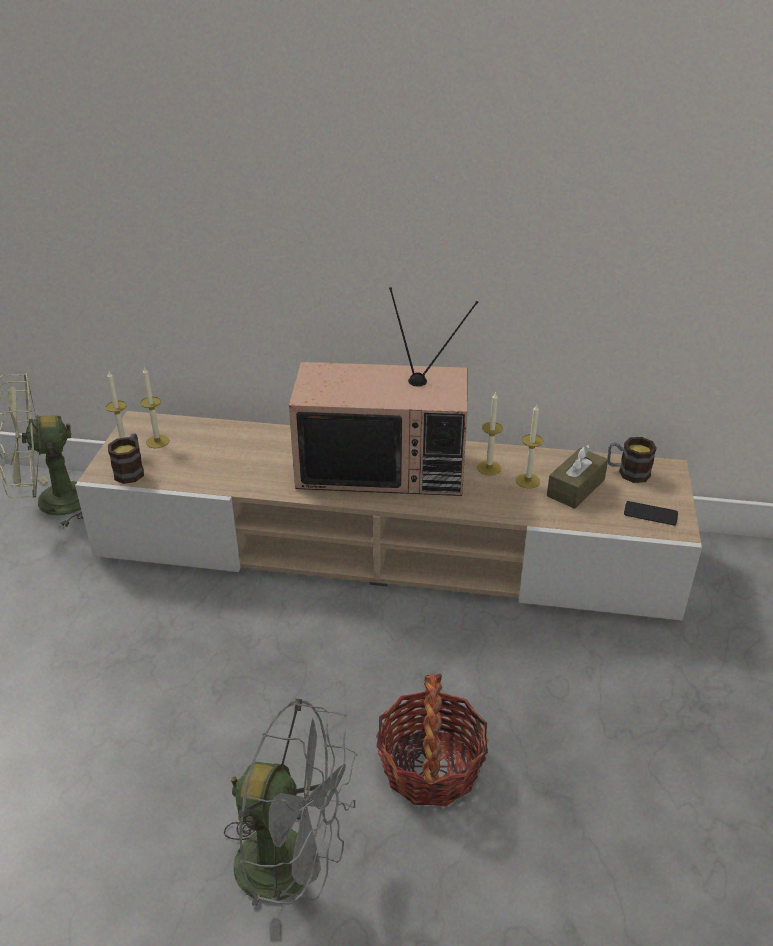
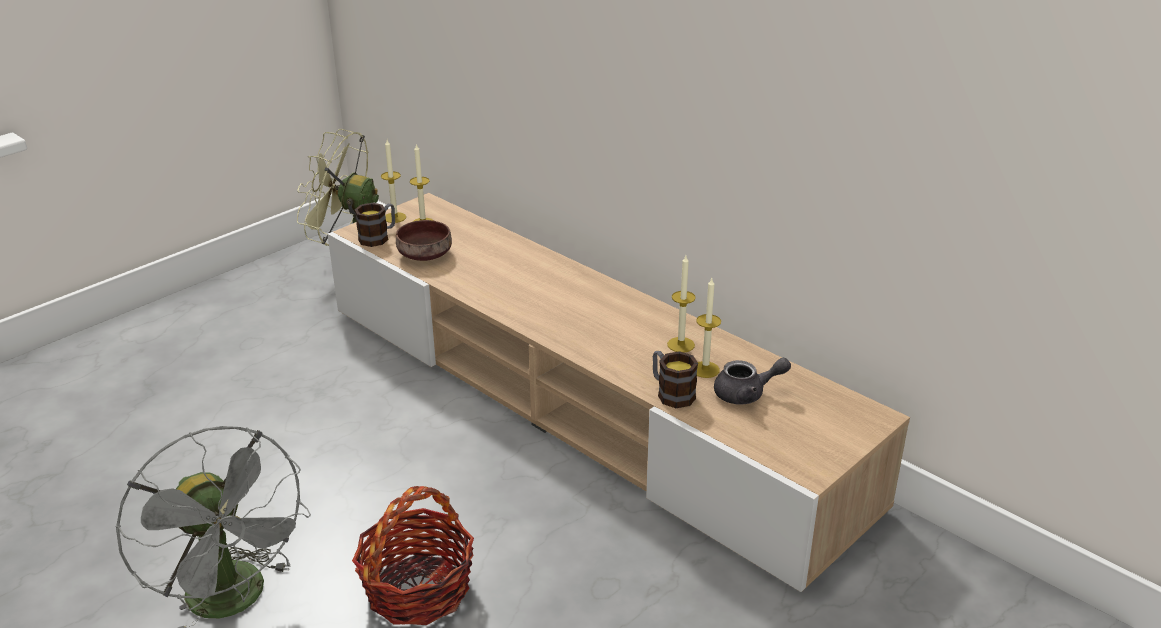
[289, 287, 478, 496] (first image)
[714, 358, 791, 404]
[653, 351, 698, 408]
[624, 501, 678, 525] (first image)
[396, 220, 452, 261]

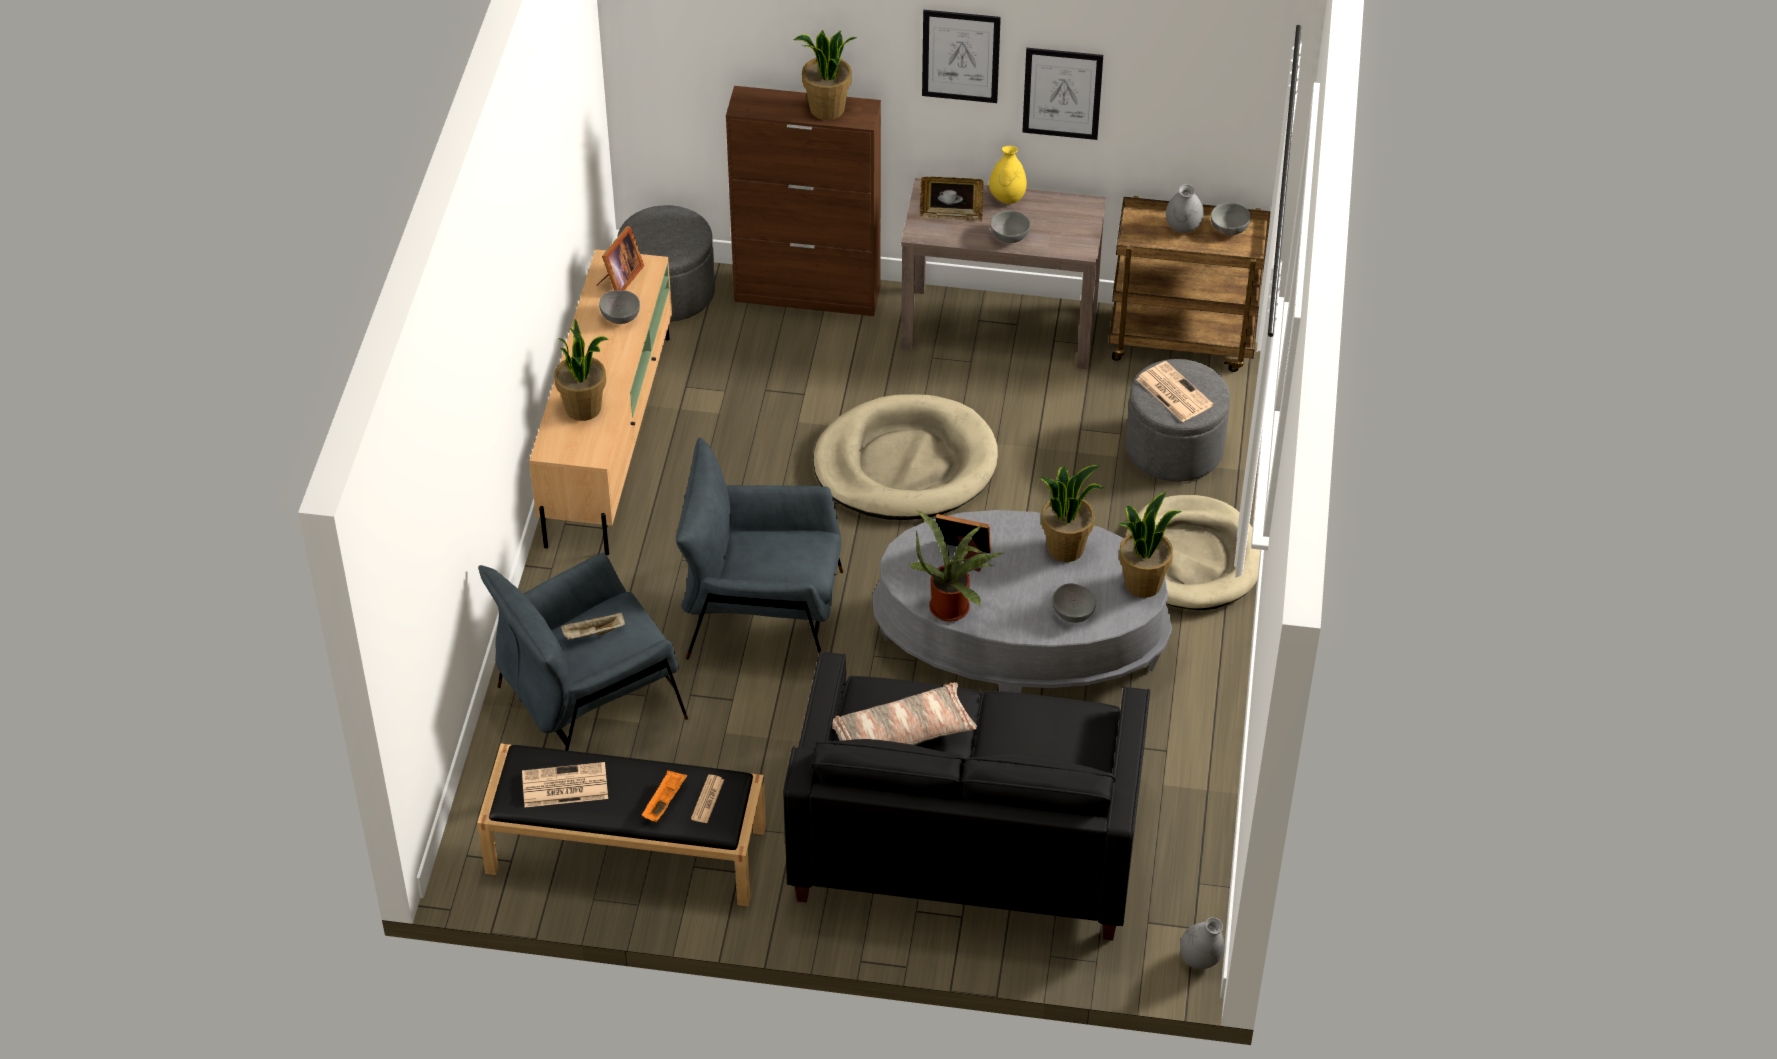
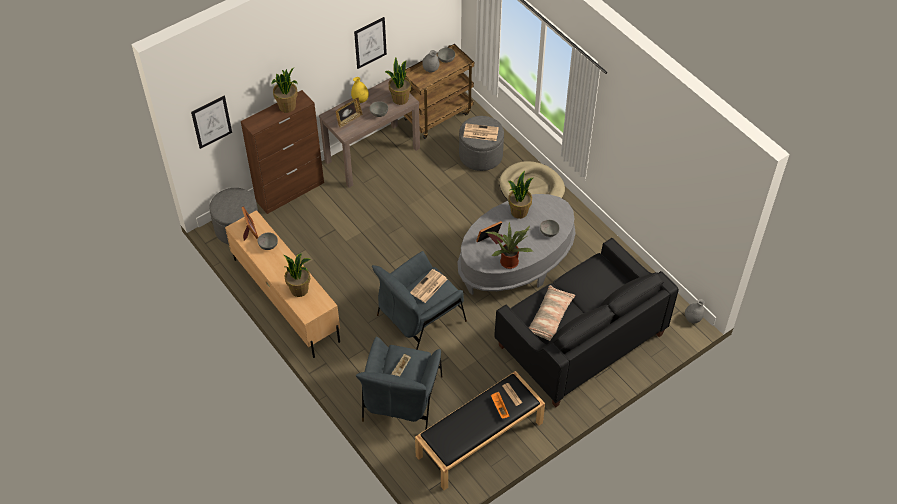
[410, 269, 447, 303]
[813, 394, 998, 520] (first image)
[191, 96, 232, 149]
[385, 58, 411, 105]

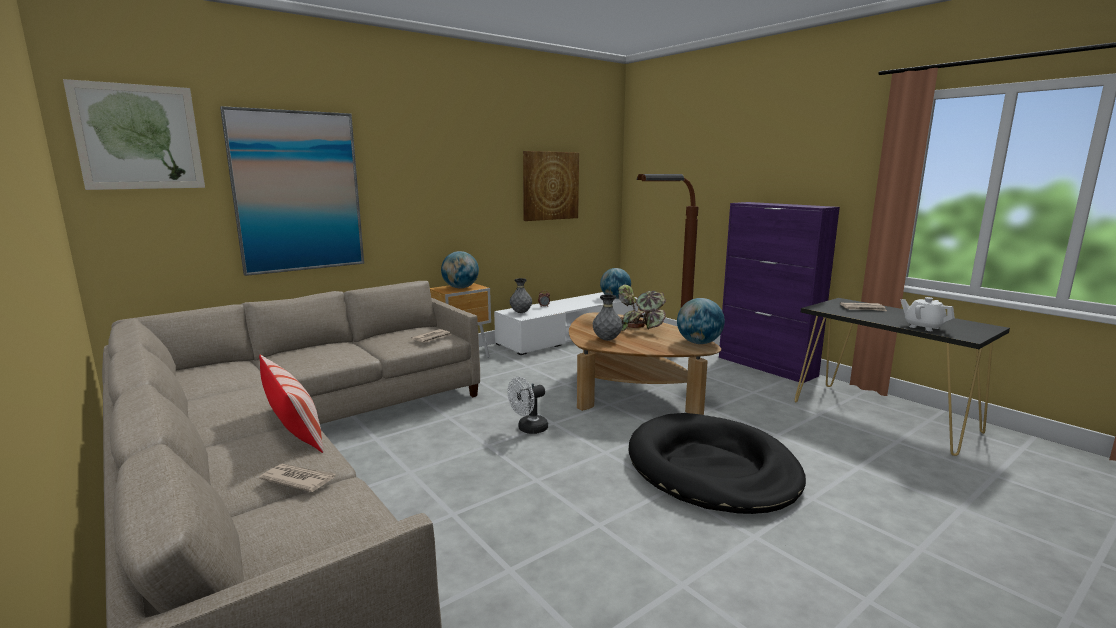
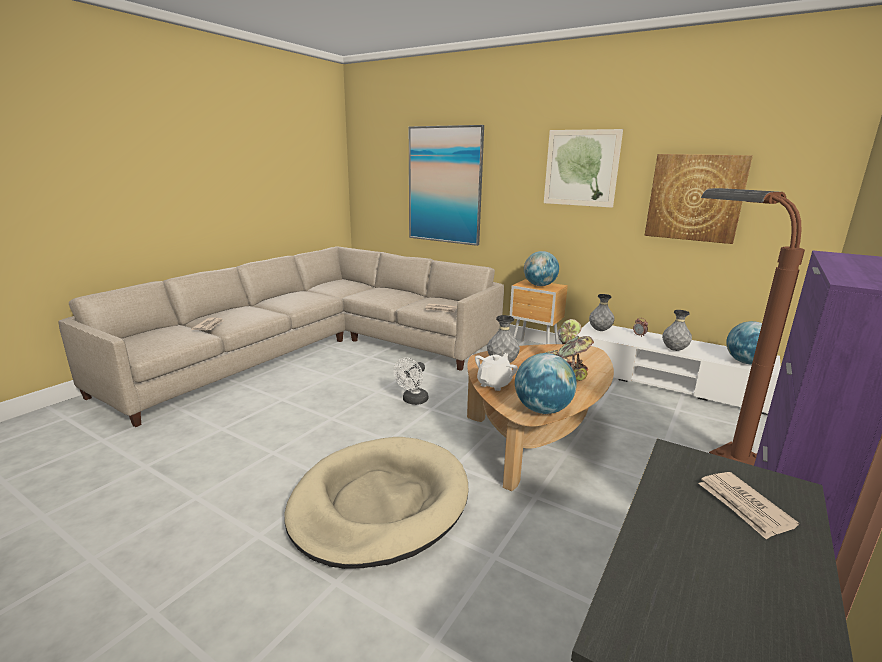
[544, 129, 623, 208]
[259, 355, 324, 453] (first image)
[394, 357, 428, 405]
[284, 437, 468, 569]
[475, 353, 518, 391]
[662, 310, 692, 351]

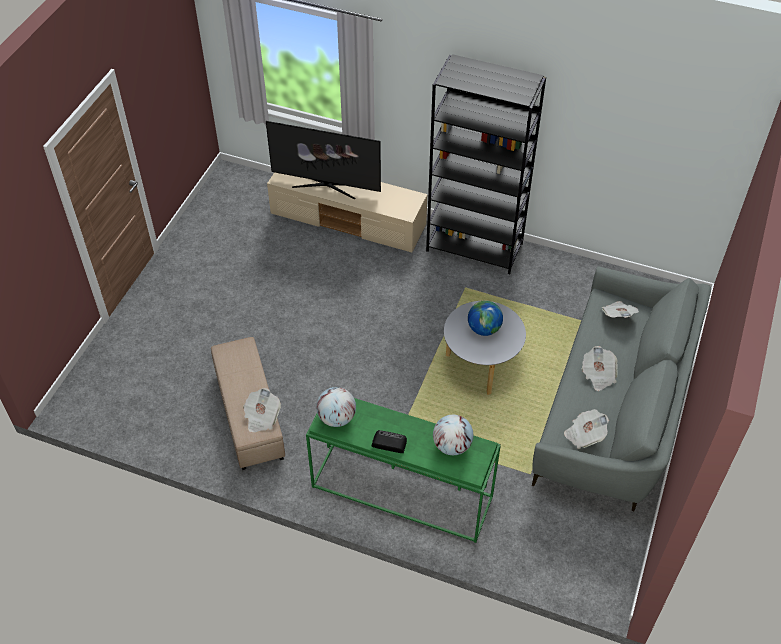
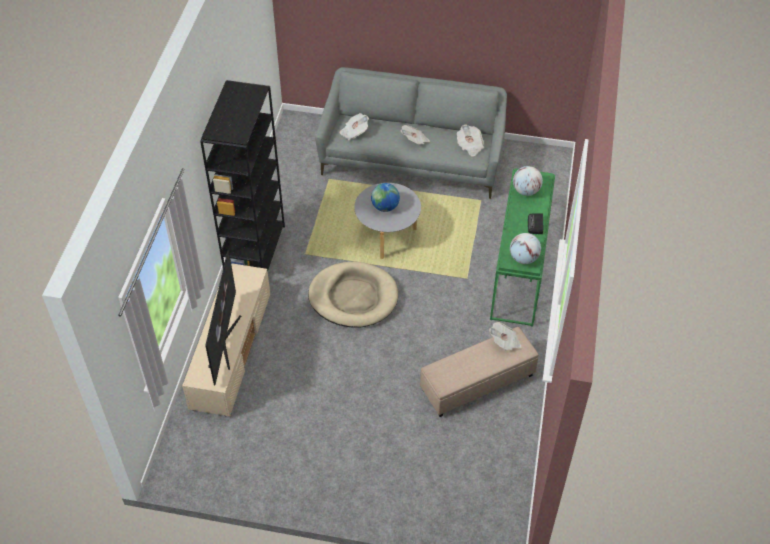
[308, 262, 398, 328]

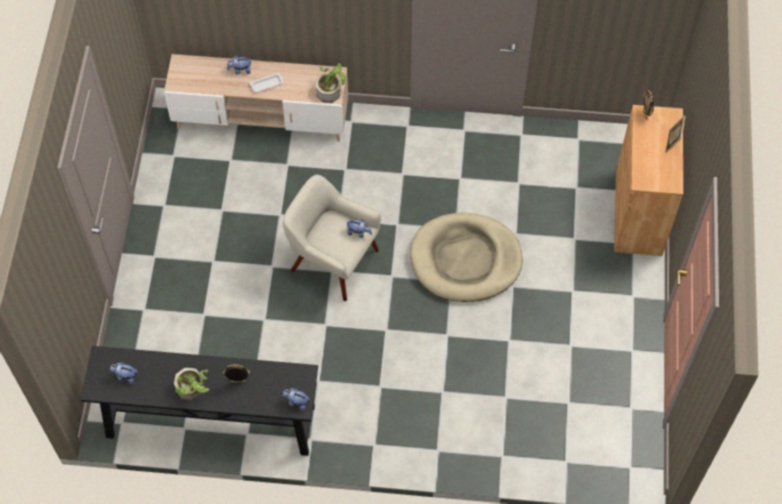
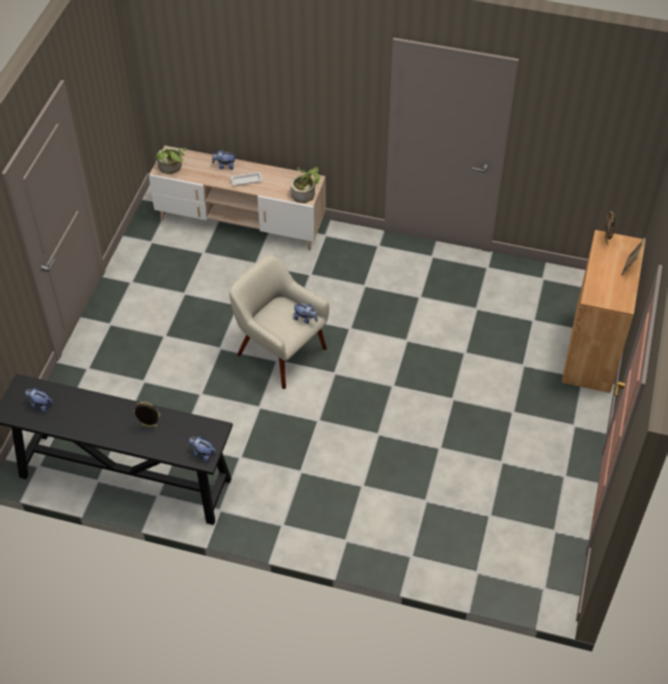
[156, 147, 186, 174]
[410, 213, 523, 302] (first image)

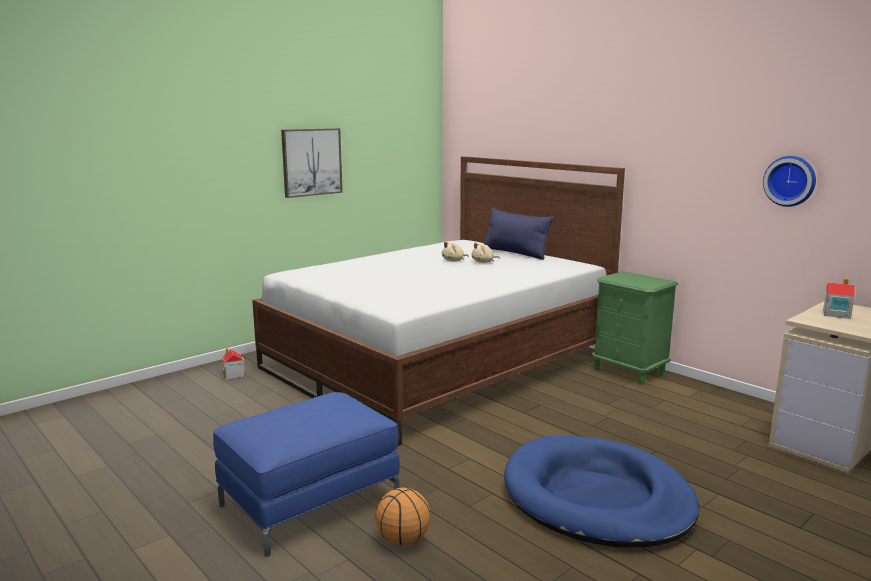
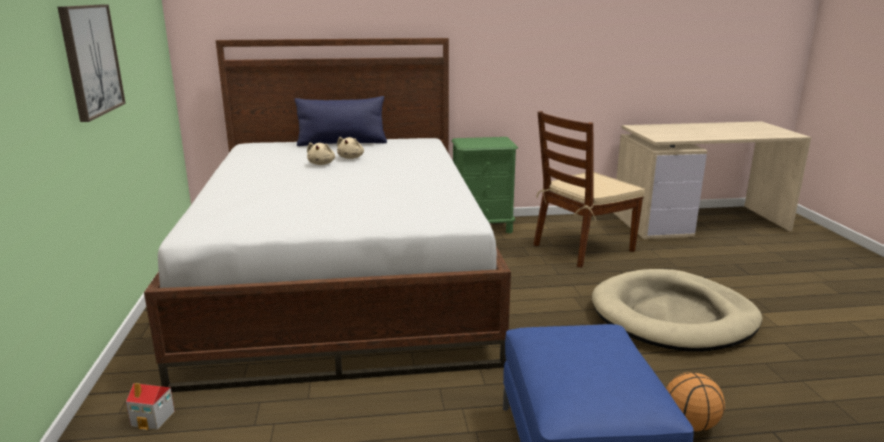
[592, 269, 762, 352]
[763, 156, 816, 207] (first image)
[823, 278, 855, 319] (first image)
[533, 111, 645, 268]

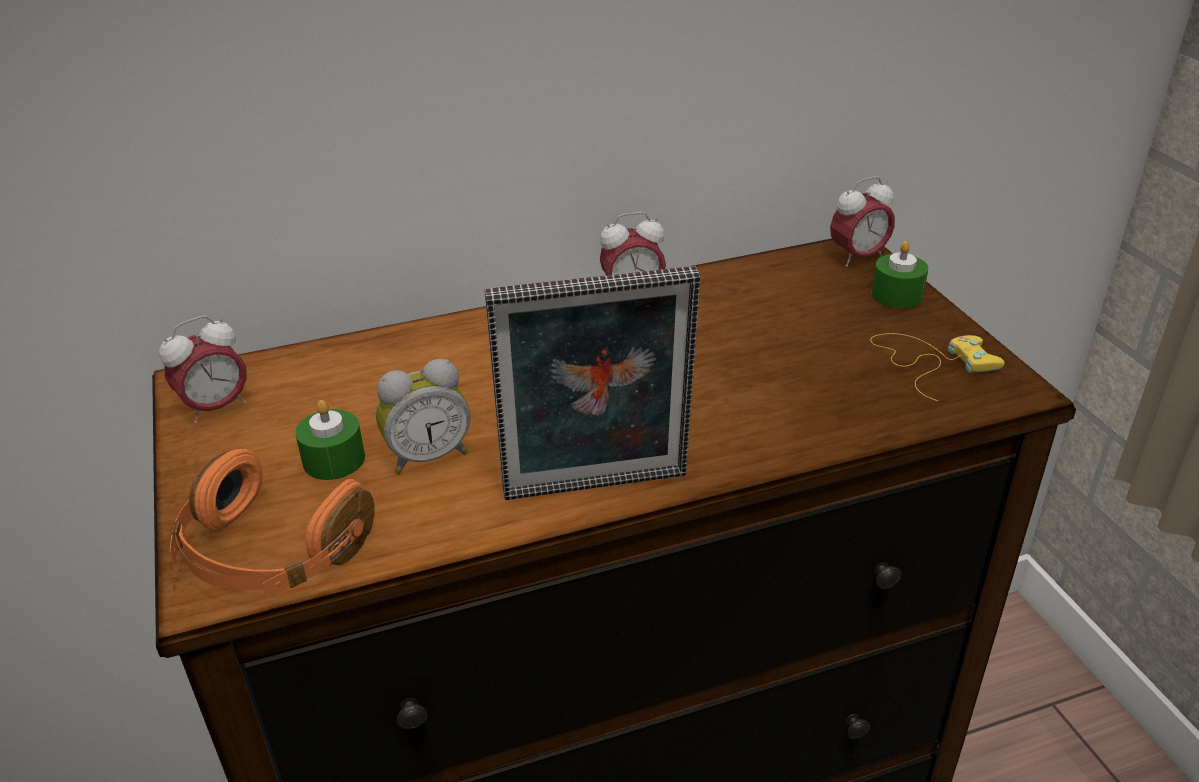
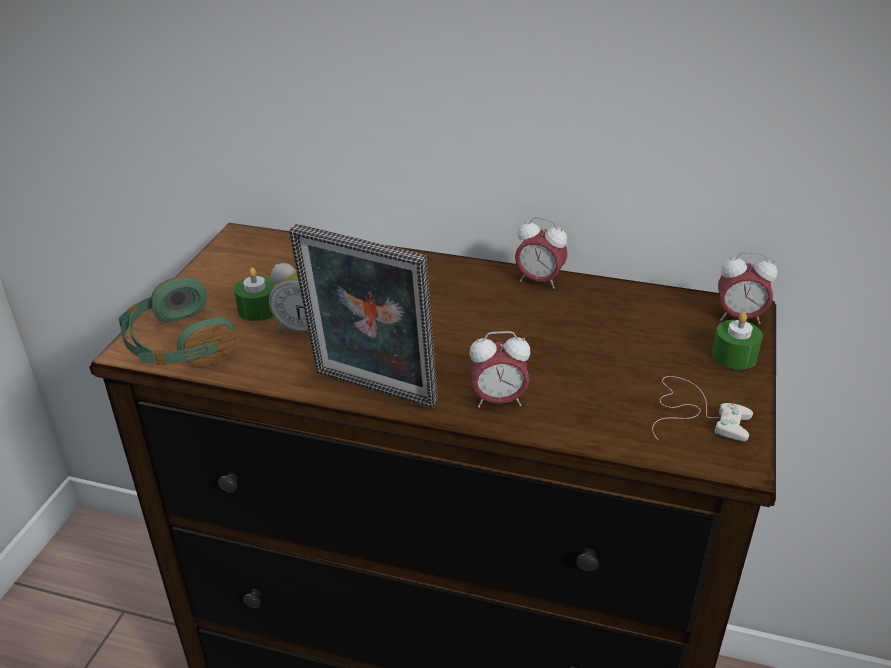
[469, 331, 531, 408]
[118, 277, 236, 366]
[652, 376, 753, 441]

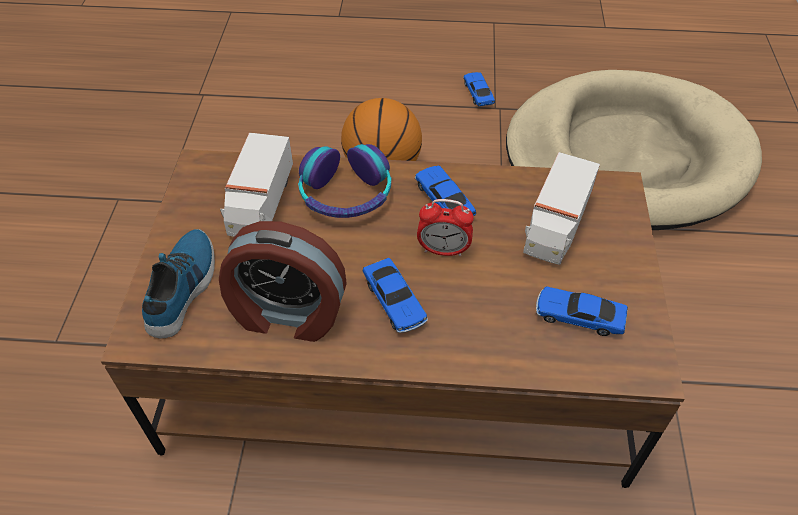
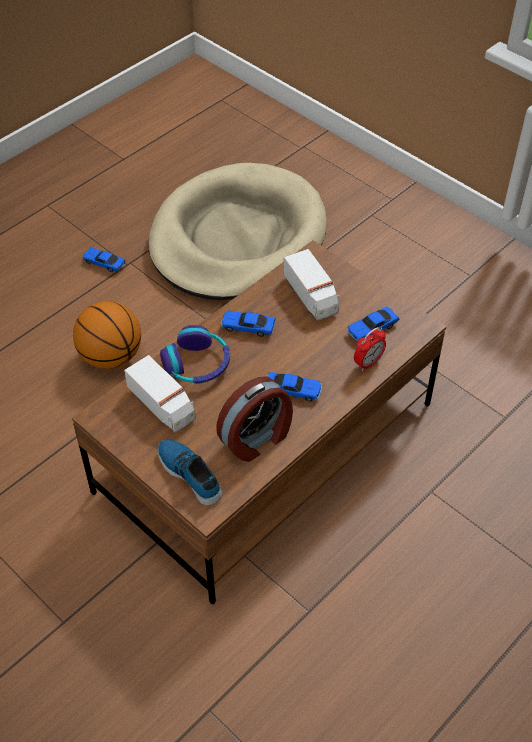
[354, 327, 386, 371]

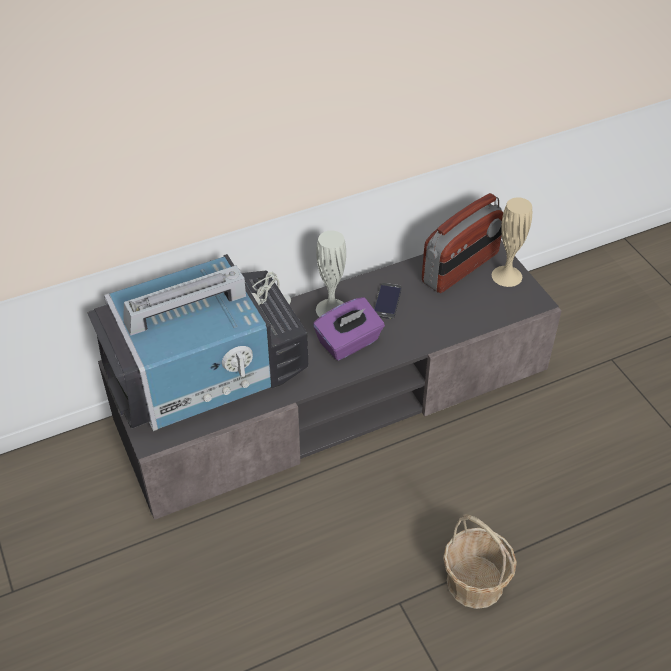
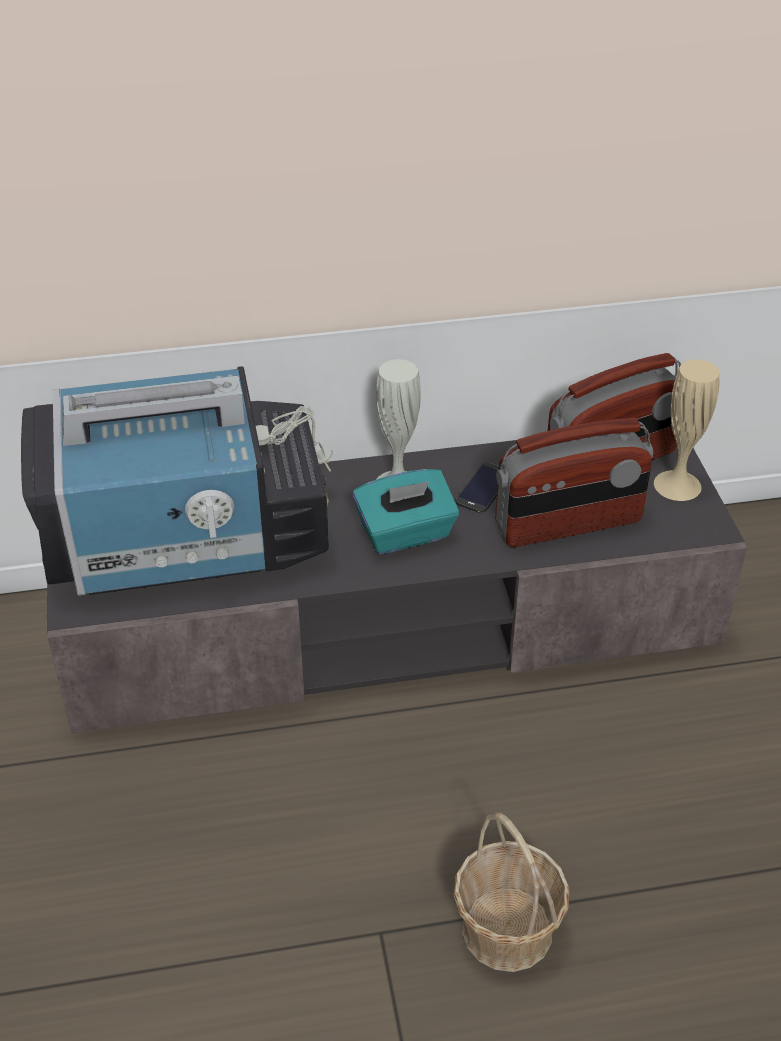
[353, 469, 459, 554]
[495, 418, 653, 547]

